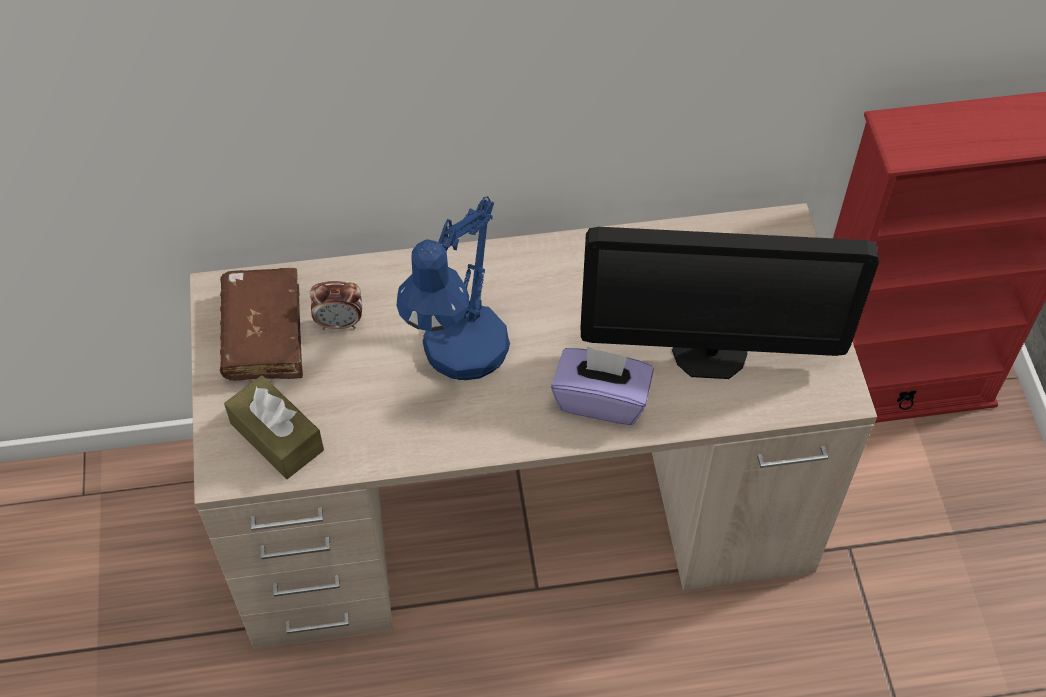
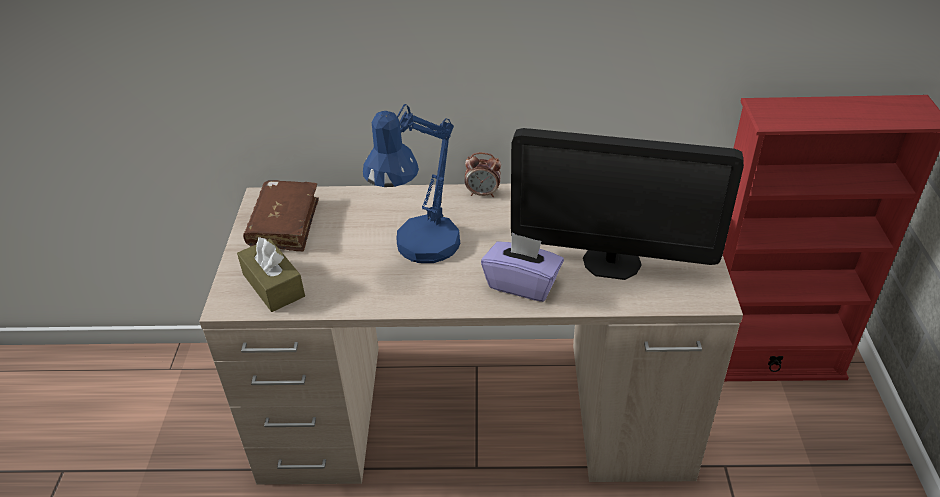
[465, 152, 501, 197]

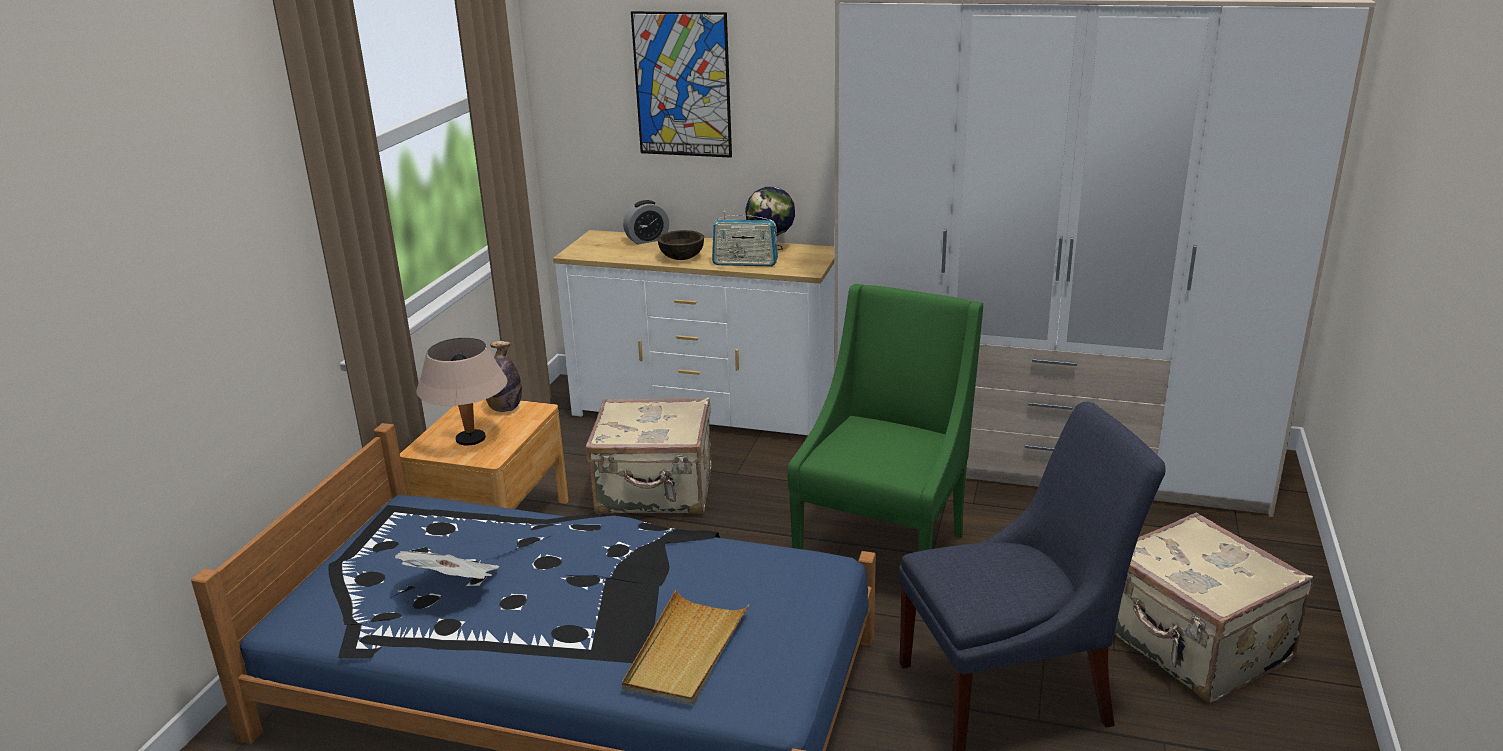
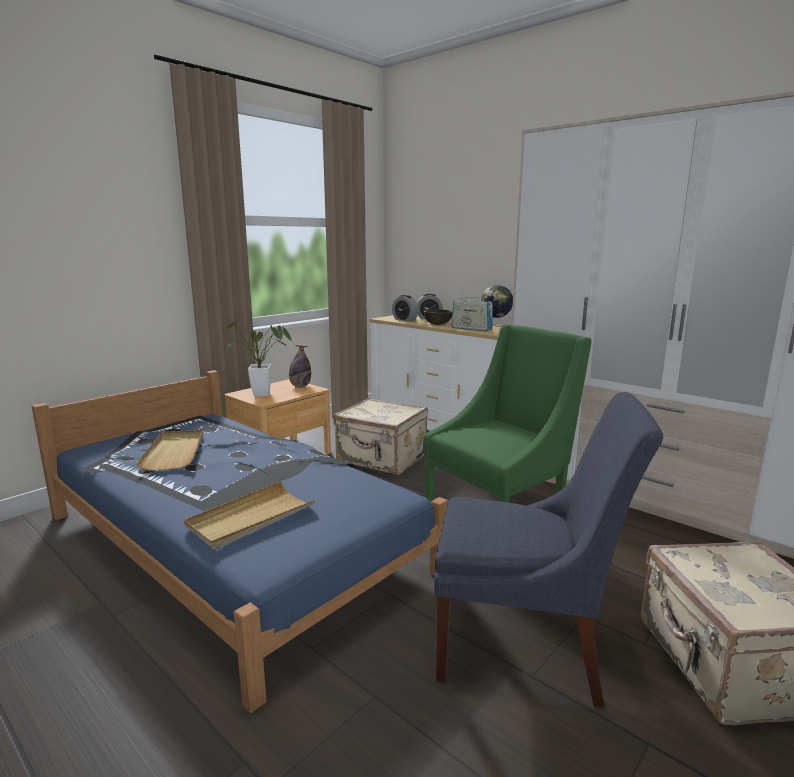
[136, 430, 203, 470]
[226, 321, 292, 396]
[631, 11, 732, 158] (first image)
[392, 295, 419, 321]

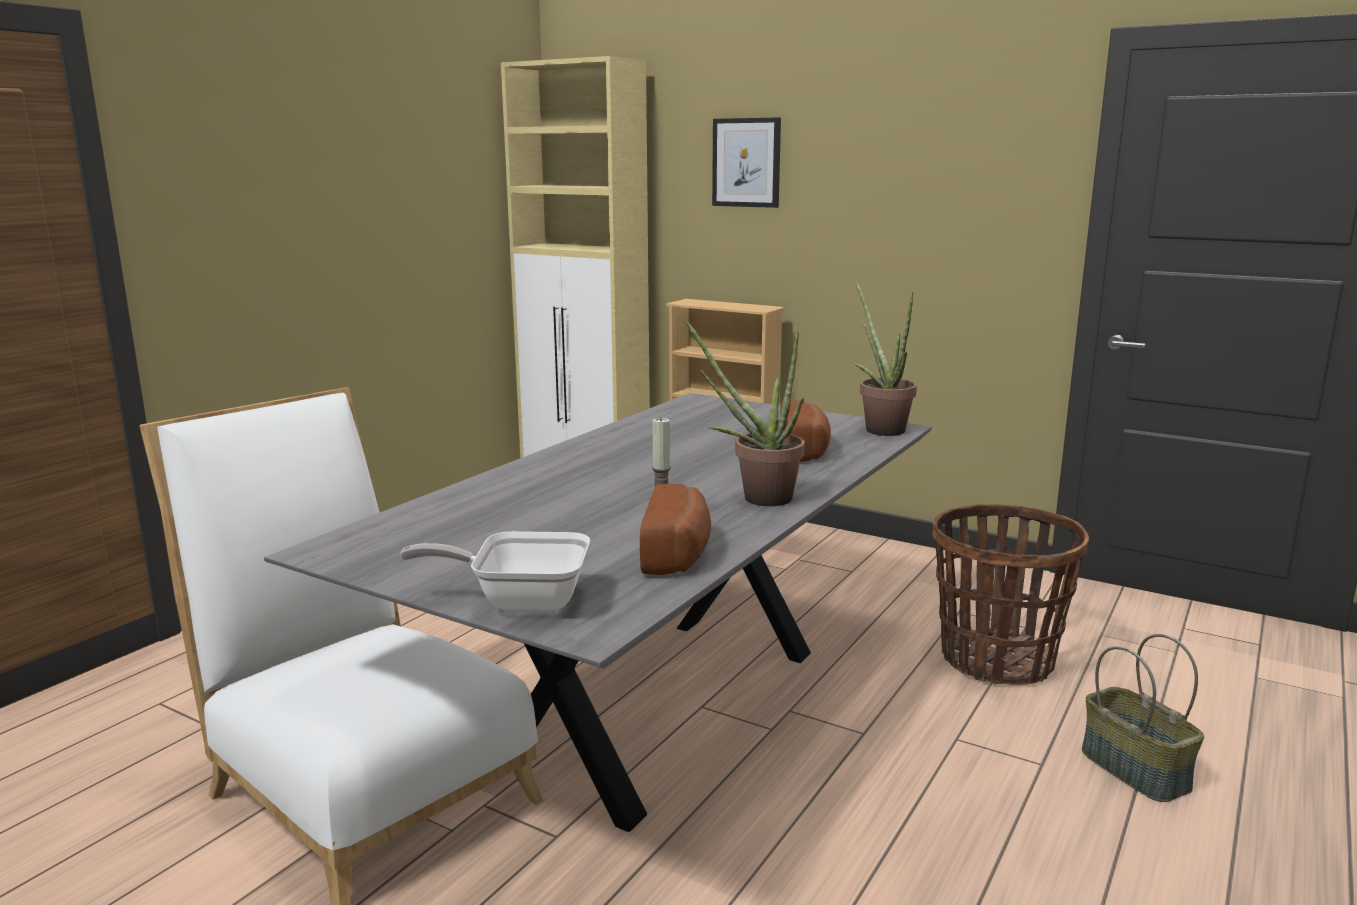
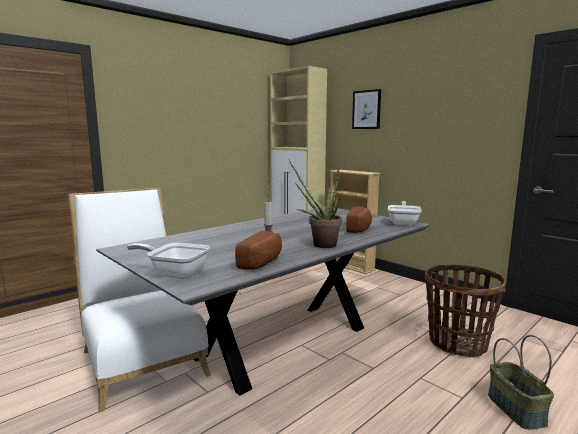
[388, 201, 422, 226]

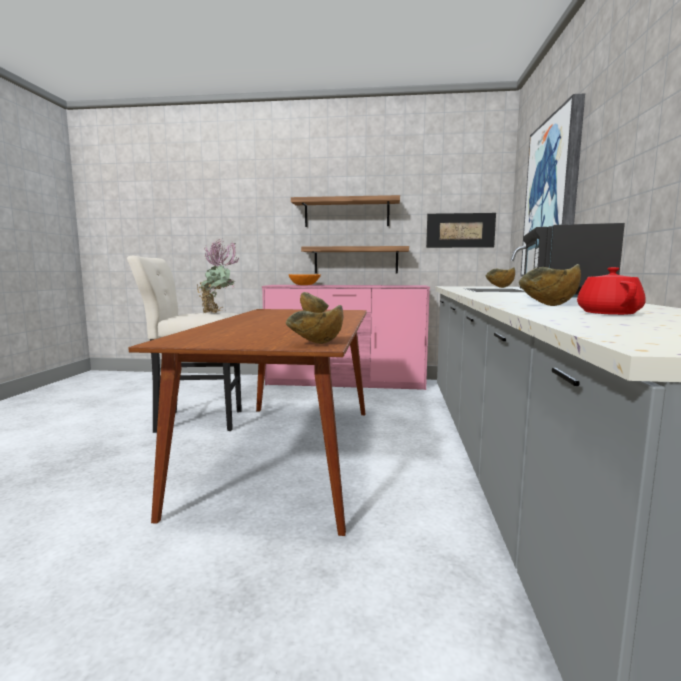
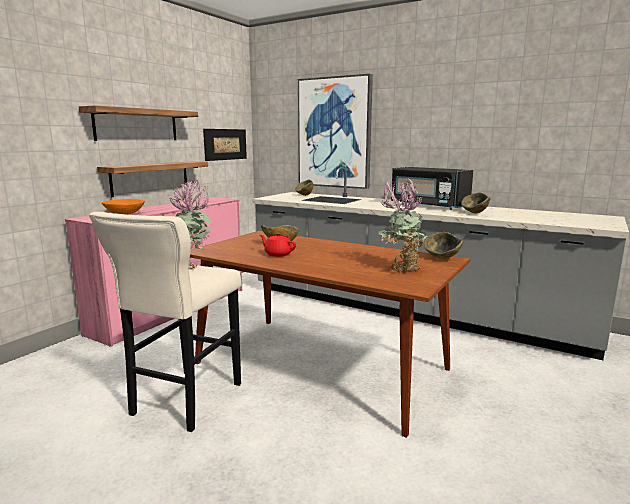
[260, 233, 296, 257]
[378, 178, 429, 272]

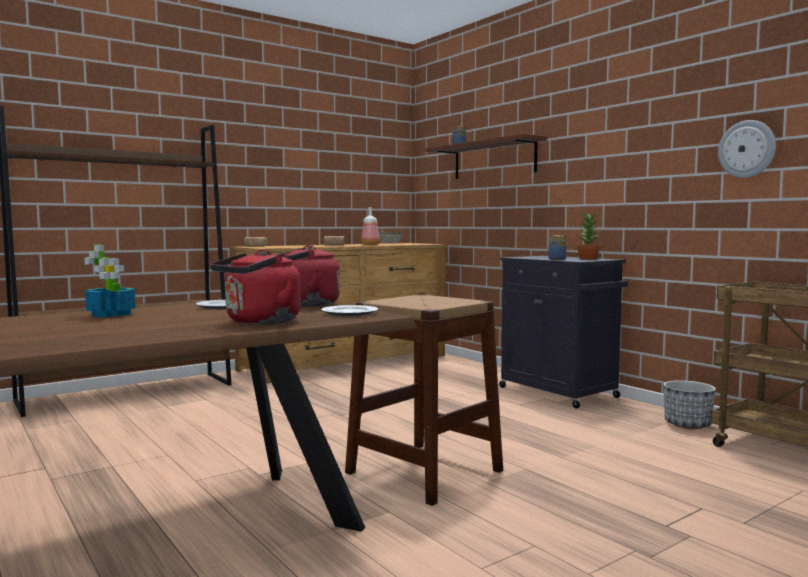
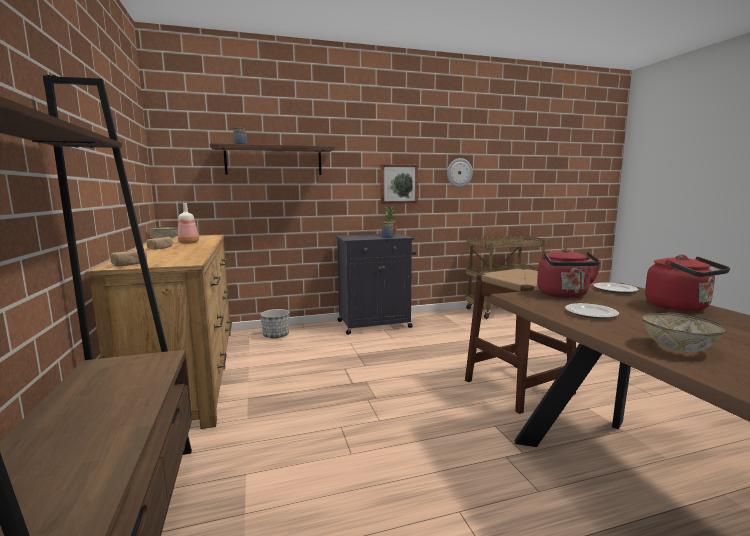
[642, 313, 726, 352]
[260, 309, 290, 339]
[380, 164, 418, 204]

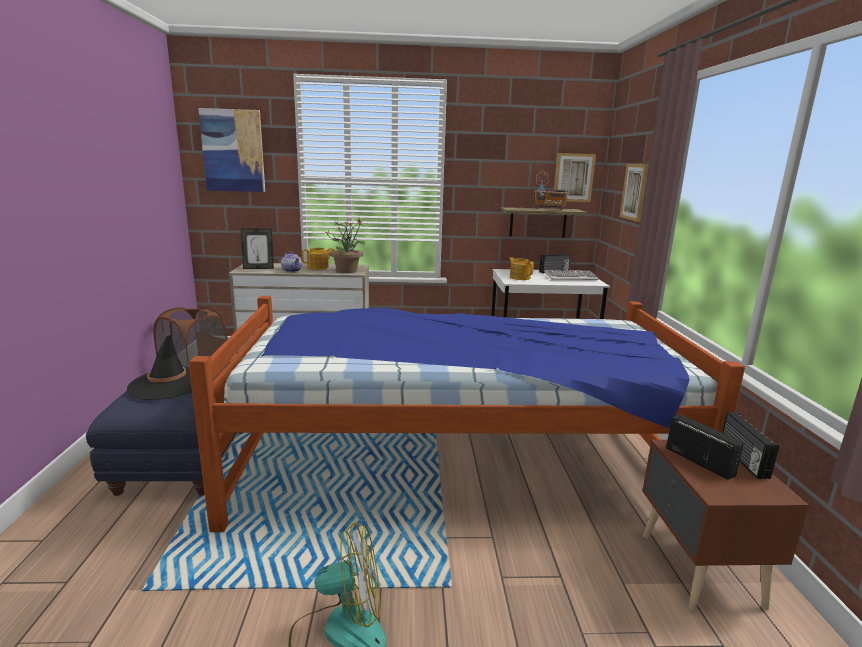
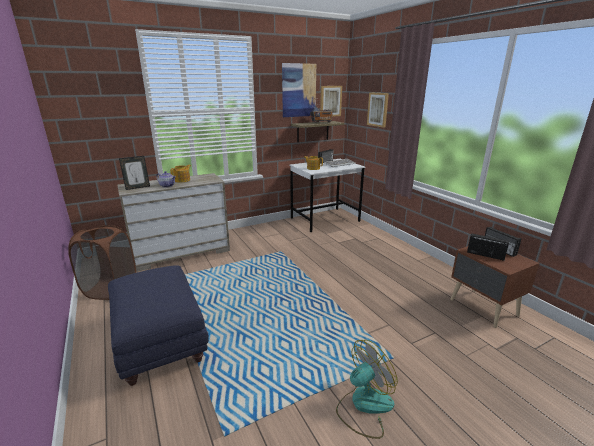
[127, 335, 192, 400] (first image)
[188, 296, 745, 532] (first image)
[282, 63, 316, 117]
[326, 219, 366, 273] (first image)

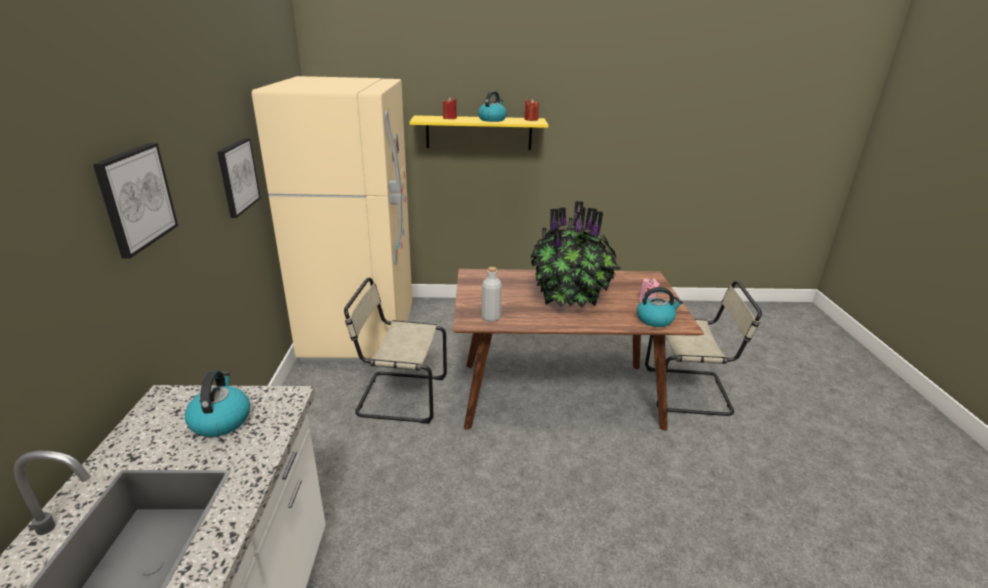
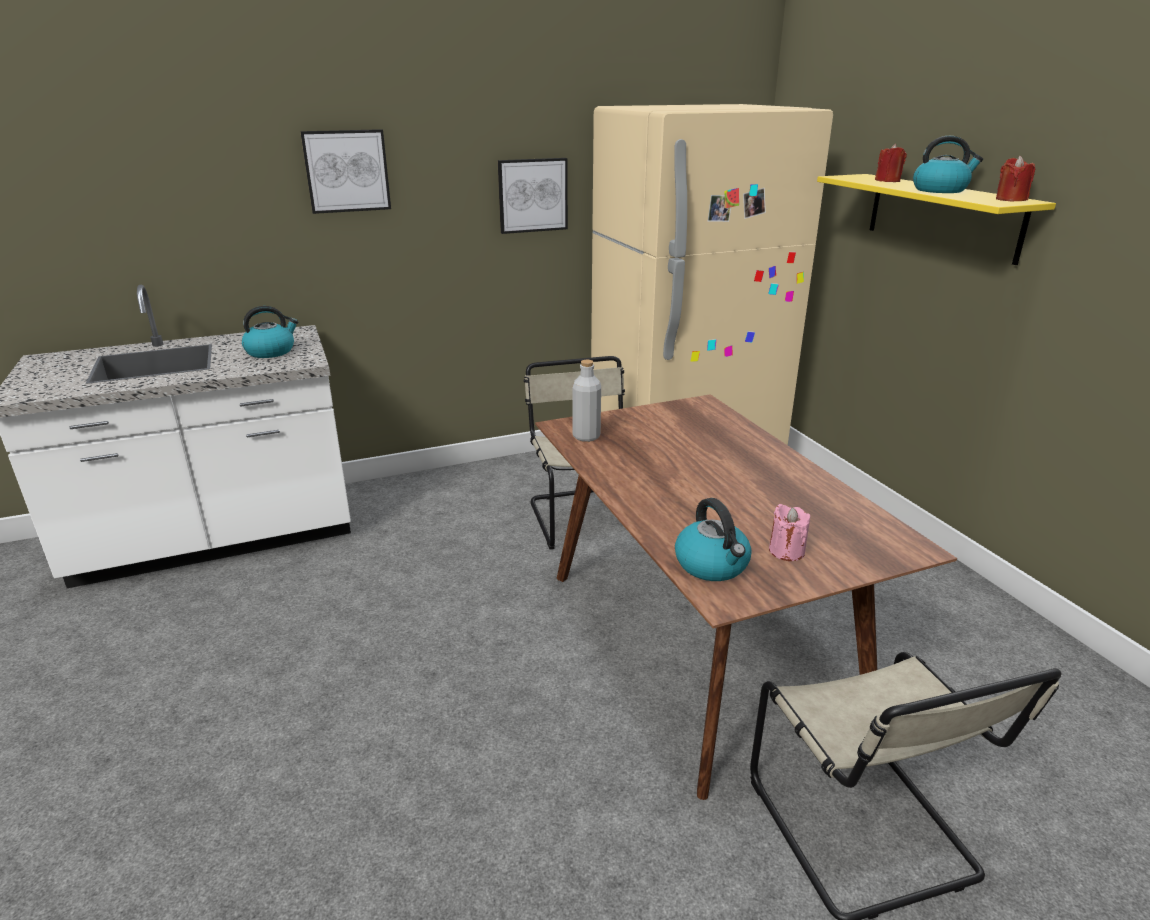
[531, 201, 621, 307] (first image)

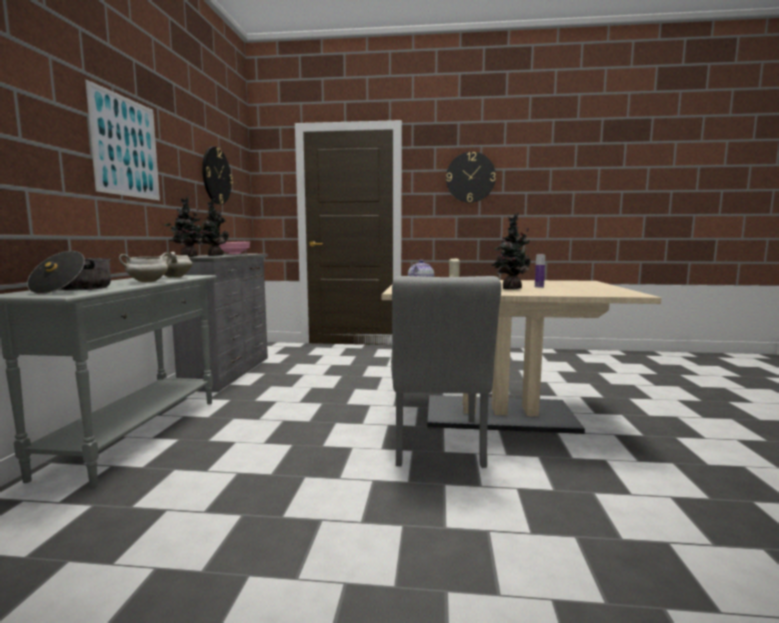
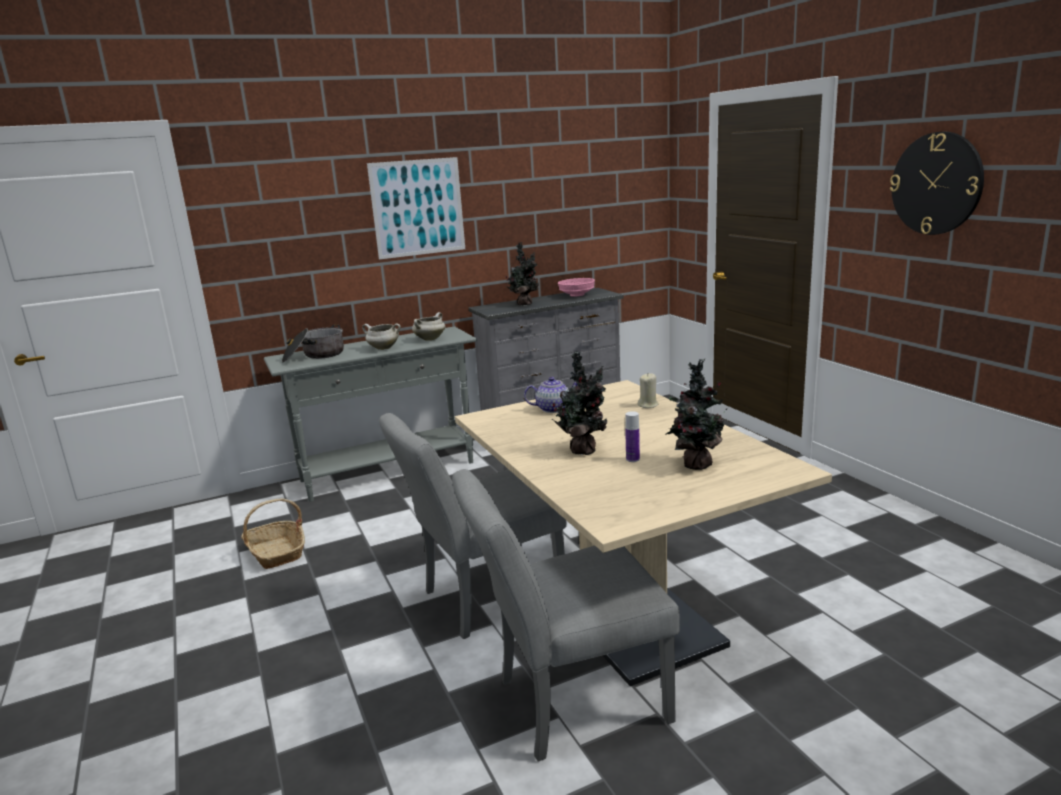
[665, 359, 727, 470]
[202, 147, 233, 205] (first image)
[241, 498, 305, 569]
[452, 469, 680, 762]

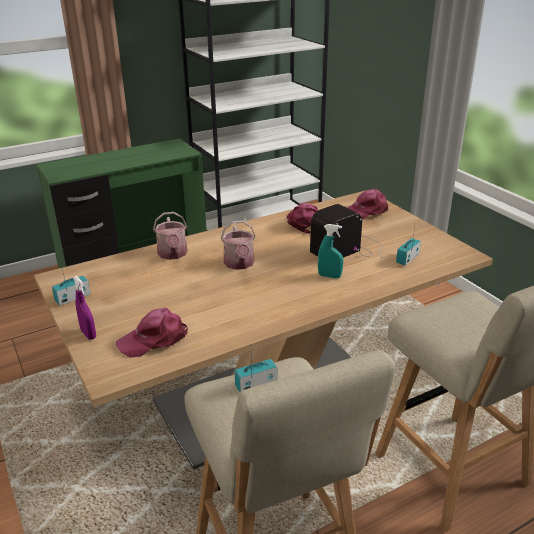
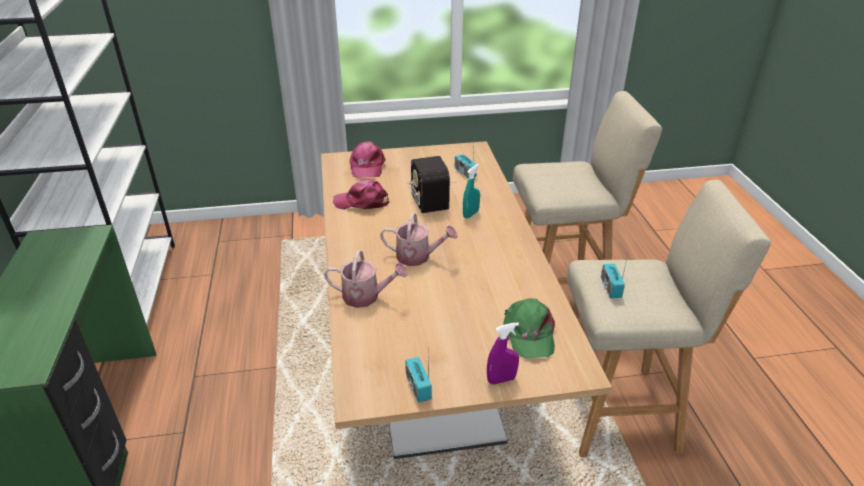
[503, 299, 555, 359]

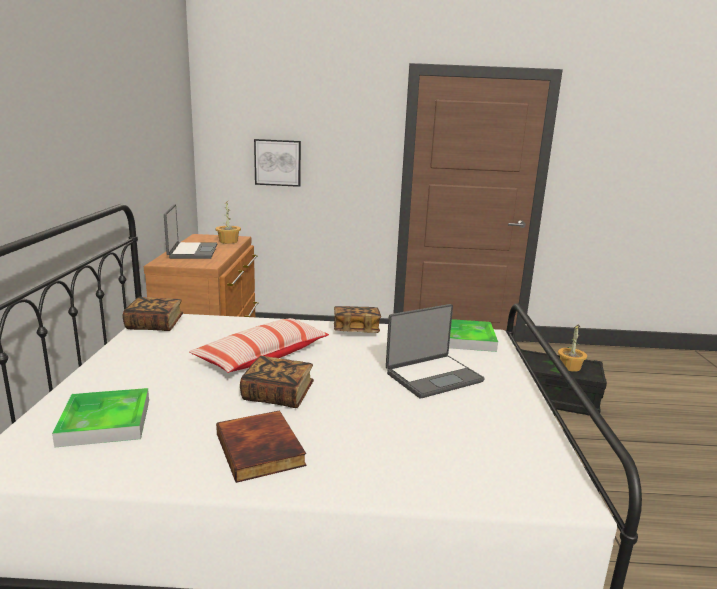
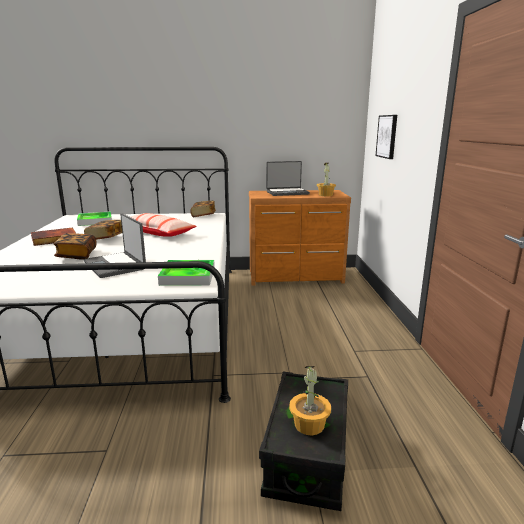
[53, 233, 97, 260]

